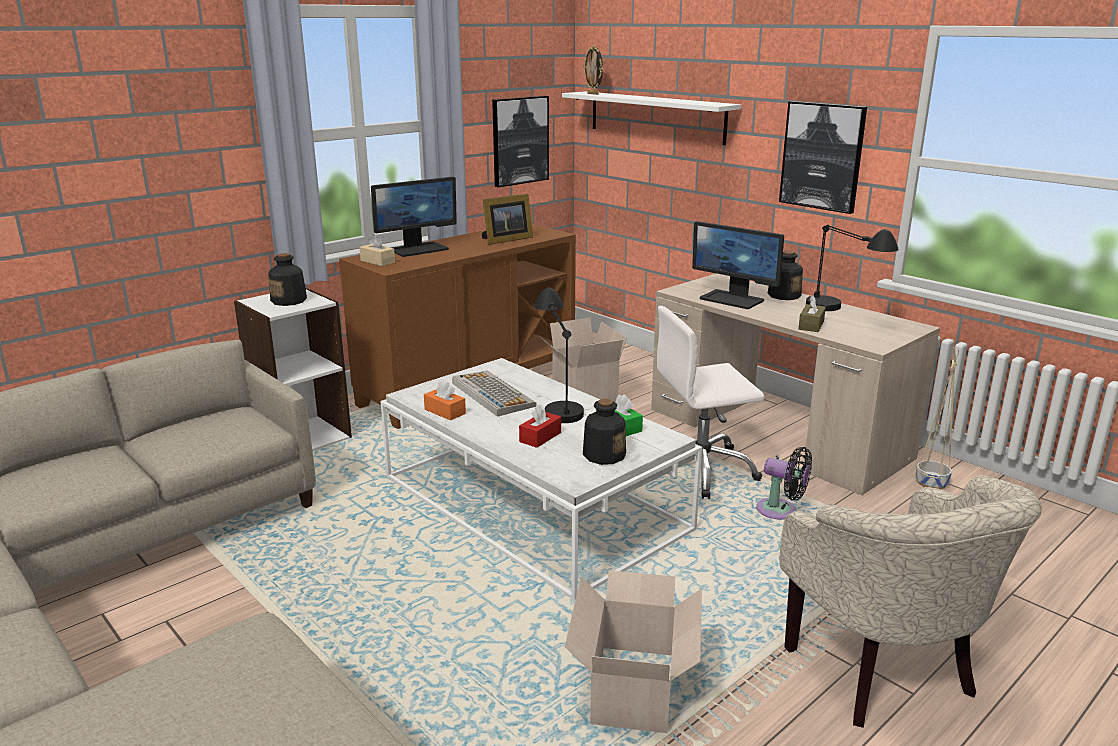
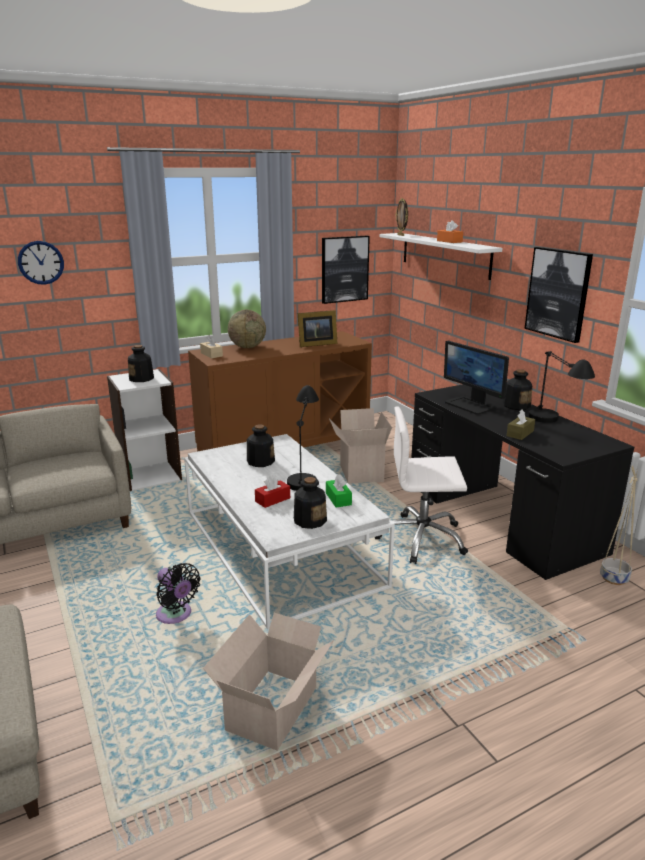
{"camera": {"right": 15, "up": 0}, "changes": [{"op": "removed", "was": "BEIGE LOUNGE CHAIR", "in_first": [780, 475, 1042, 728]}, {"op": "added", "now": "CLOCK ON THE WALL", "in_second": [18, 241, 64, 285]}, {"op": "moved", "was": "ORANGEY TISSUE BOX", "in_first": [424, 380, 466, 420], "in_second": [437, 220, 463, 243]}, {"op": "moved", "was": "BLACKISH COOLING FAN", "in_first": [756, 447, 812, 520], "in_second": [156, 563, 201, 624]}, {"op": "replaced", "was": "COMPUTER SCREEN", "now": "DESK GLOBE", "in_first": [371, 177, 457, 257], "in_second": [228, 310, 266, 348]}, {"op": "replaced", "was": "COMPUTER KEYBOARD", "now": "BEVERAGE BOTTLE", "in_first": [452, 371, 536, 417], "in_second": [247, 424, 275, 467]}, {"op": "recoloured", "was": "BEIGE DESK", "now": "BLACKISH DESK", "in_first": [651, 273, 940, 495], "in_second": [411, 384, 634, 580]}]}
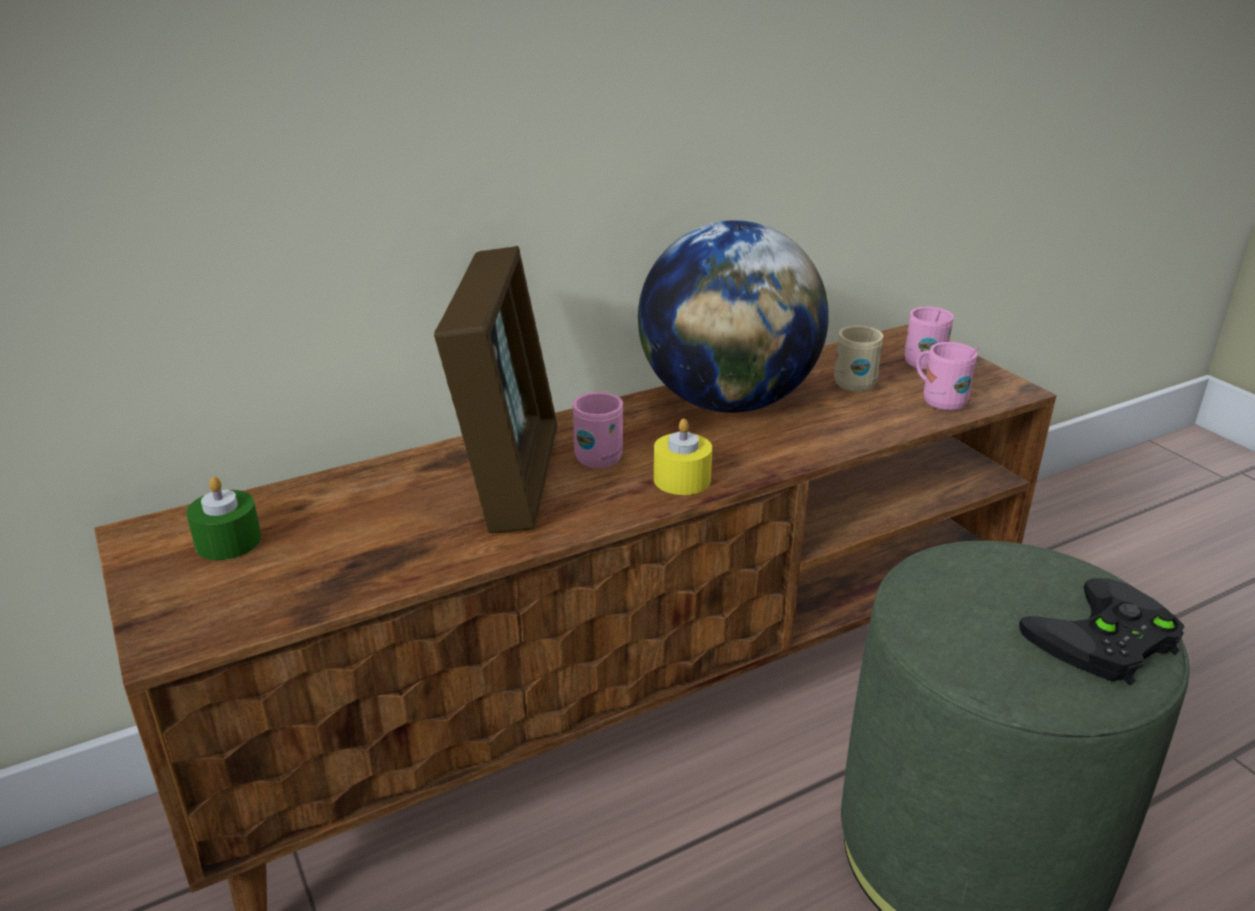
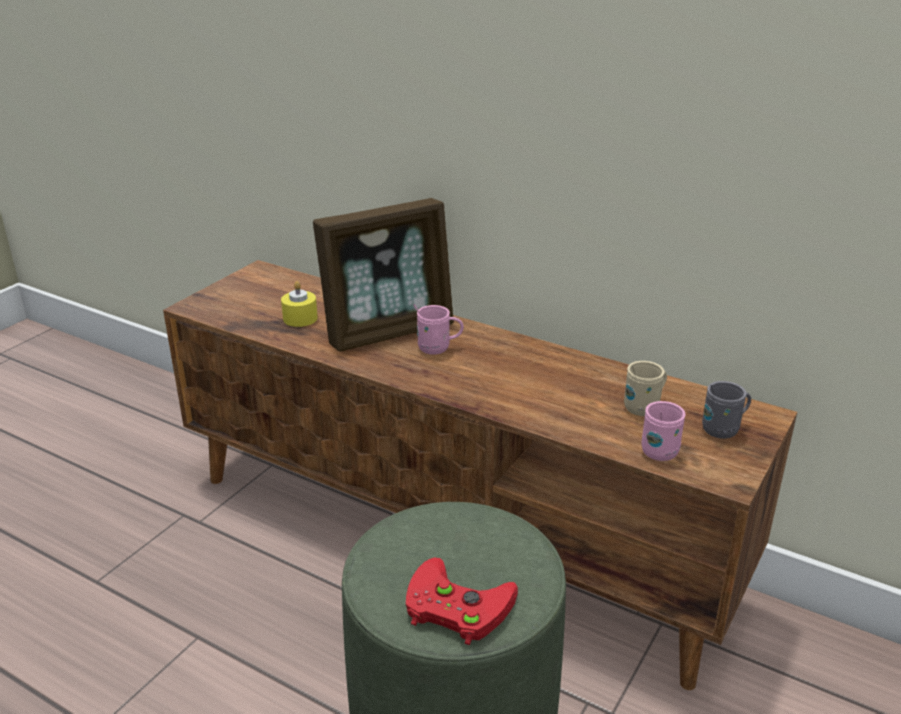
{"camera": {"right": 60, "up": 0}, "changes": [{"op": "removed", "was": "GREEN CANDLE", "in_first": [186, 477, 262, 560]}, {"op": "removed", "was": "DESK GLOBE", "in_first": [638, 220, 829, 413]}, {"op": "moved", "was": "YELLOWISH CANDLE", "in_first": [654, 418, 712, 495], "in_second": [281, 281, 318, 327]}, {"op": "recoloured", "was": "PINK-COLOURED COFFEE MUG", "now": "GRAY COFFEE MUG", "in_first": [905, 307, 954, 370], "in_second": [702, 381, 751, 439]}, {"op": "recoloured", "was": "BLACKISH GAME CONTROLLER", "now": "REDDISH GAME CONTROLLER", "in_first": [1019, 578, 1184, 685], "in_second": [406, 558, 518, 645]}]}
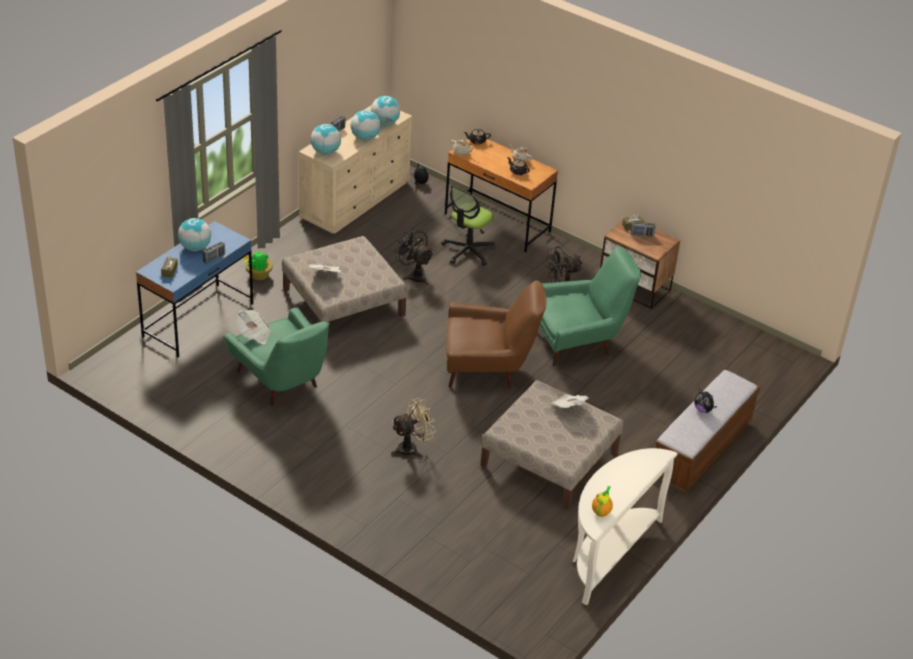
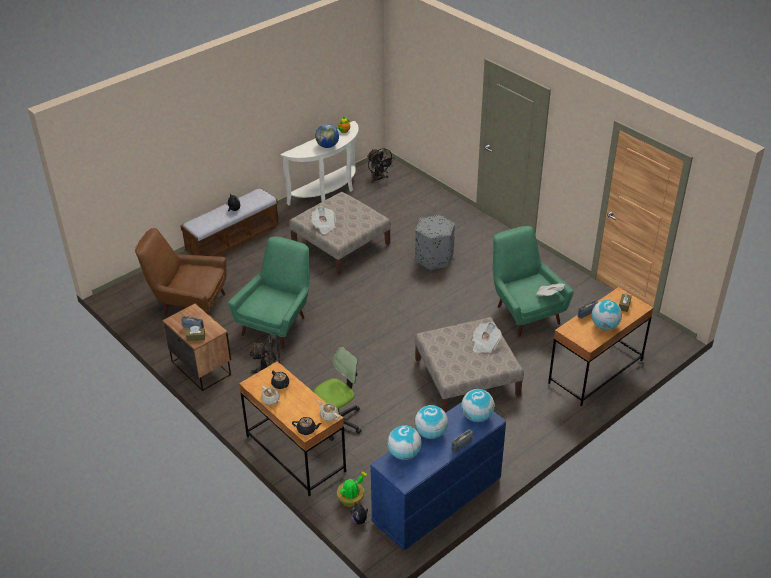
{"camera": {"right": -165, "up": 0}, "changes": [{"op": "added", "now": "DESK GLOBE", "in_second": [315, 124, 339, 148]}, {"op": "moved", "was": "PLANT IN A POT", "in_first": [243, 251, 273, 280], "in_second": [337, 471, 367, 507]}, {"op": "moved", "was": "BLACKISH COOLING FAN", "in_first": [394, 228, 433, 285], "in_second": [367, 148, 395, 183]}, {"op": "moved", "was": "BROWN-COLOURED LOUNGE CHAIR", "in_first": [446, 280, 547, 388], "in_second": [135, 228, 227, 316]}, {"op": "replaced", "was": "BEIGE COOLING FAN", "now": "GRAY FOOTREST", "in_first": [391, 398, 436, 457], "in_second": [415, 215, 455, 270]}, {"op": "recoloured", "was": "BLUISH DESK", "now": "BROWN-COLOURED DESK", "in_first": [136, 221, 253, 358], "in_second": [548, 287, 654, 407]}, {"op": "recoloured", "was": "BEIGE DRAWER CHEST", "now": "BLUISH DRAWER CHEST", "in_first": [299, 105, 412, 234], "in_second": [370, 402, 506, 550]}, {"op": "turned", "was": "GREEN LOUNGE CHAIR", "in_first": [539, 247, 641, 367], "in_second": [228, 236, 309, 349], "clockwise": 120}]}
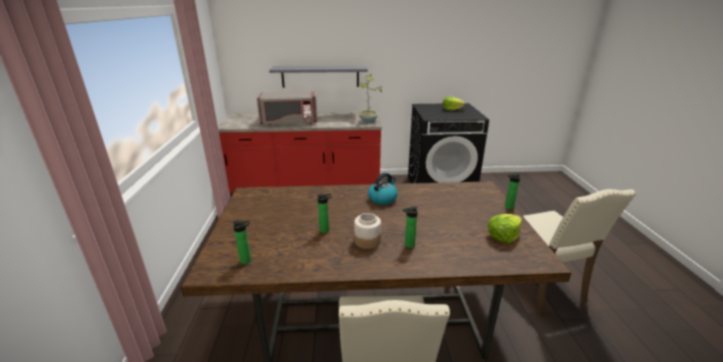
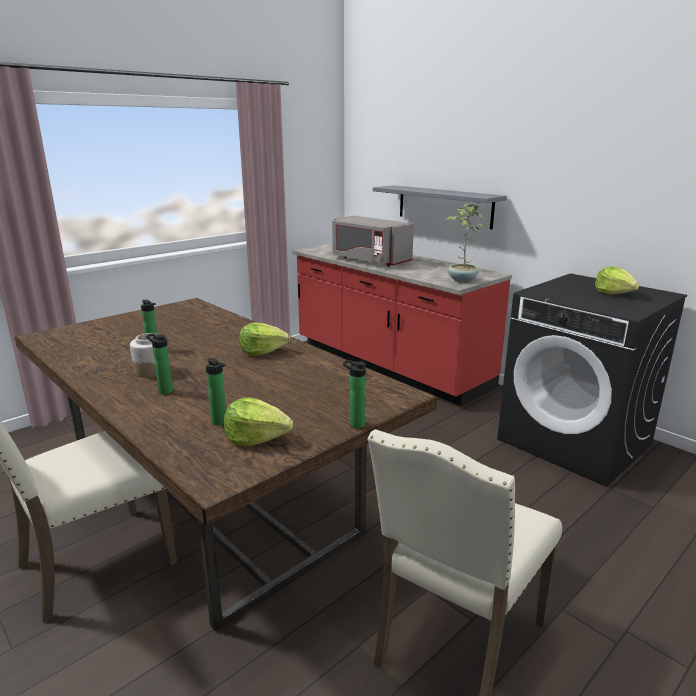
{"camera": {"right": 50, "up": -5}, "changes": [{"op": "moved", "was": "BEVERAGE BOTTLE", "in_first": [233, 220, 251, 264], "in_second": [206, 358, 226, 426]}, {"op": "replaced", "was": "WATER KETTLE", "now": "LETTUCE HEAD", "in_first": [368, 173, 398, 205], "in_second": [240, 323, 290, 356]}]}
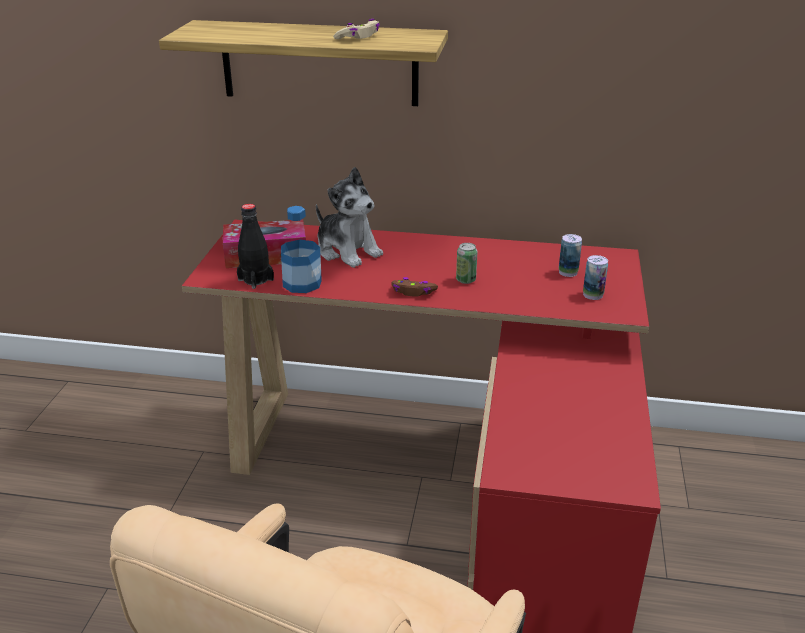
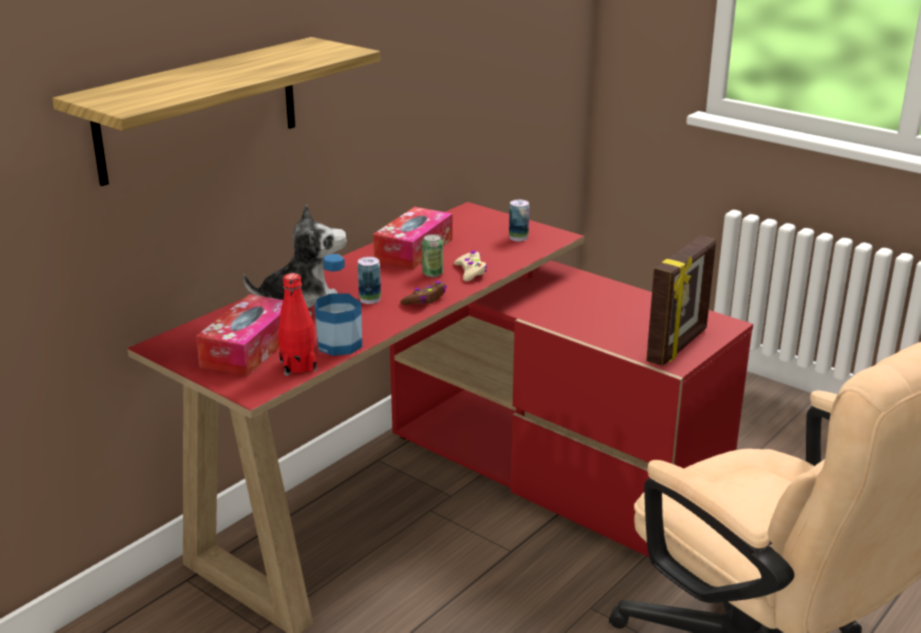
{"camera": {"right": -60, "up": -5}, "changes": [{"op": "added", "now": "TISSUE BOX", "in_second": [373, 207, 452, 269]}, {"op": "added", "now": "PICTURE FRAME", "in_second": [646, 236, 716, 366]}, {"op": "moved", "was": "BEIGE GAME CONTROLLER", "in_first": [333, 19, 380, 39], "in_second": [454, 251, 487, 281]}, {"op": "moved", "was": "CAN", "in_first": [559, 234, 582, 277], "in_second": [358, 257, 381, 304]}, {"op": "recoloured", "was": "BLACKISH BEVERAGE BOTTLE", "now": "REDDISH BEVERAGE BOTTLE", "in_first": [237, 204, 274, 289], "in_second": [278, 273, 317, 376]}]}
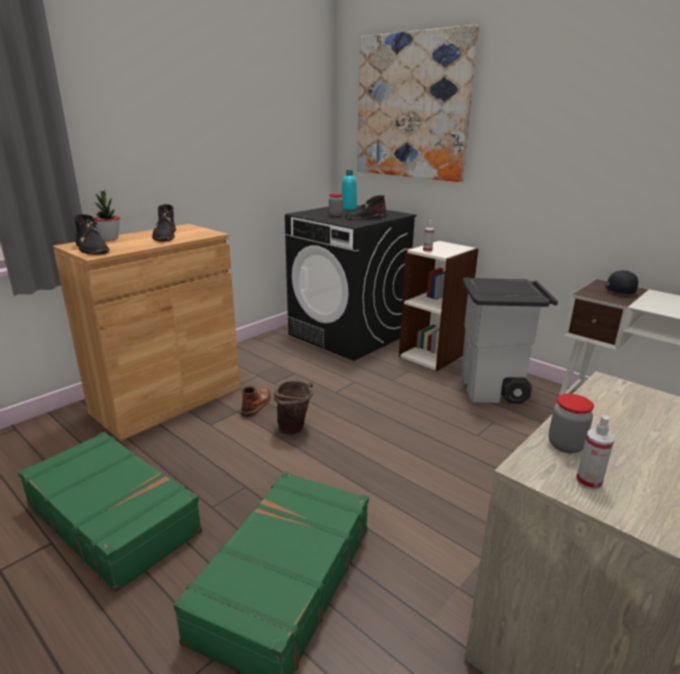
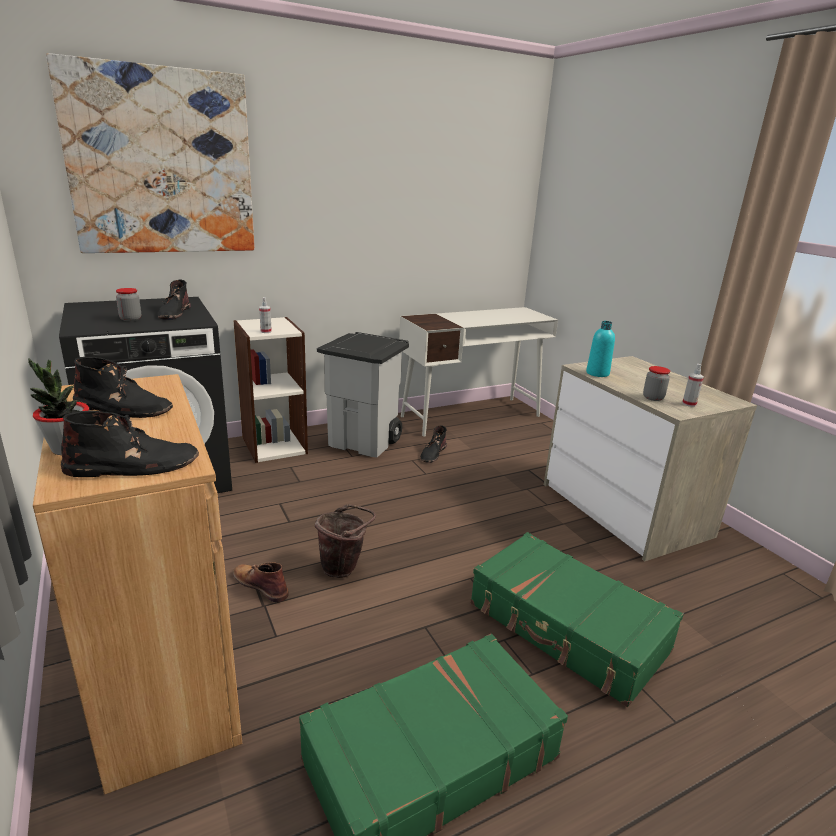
{"camera": {"right": -70, "up": 0}, "changes": [{"op": "removed", "was": "BLACKISH CAP", "in_first": [605, 270, 638, 294]}, {"op": "added", "now": "BLACKISH HIGH-TOP BOOT", "in_second": [420, 425, 447, 463]}, {"op": "moved", "was": "TURQUOISE BEVERAGE BOTTLE", "in_first": [342, 170, 357, 210], "in_second": [586, 321, 615, 377]}]}
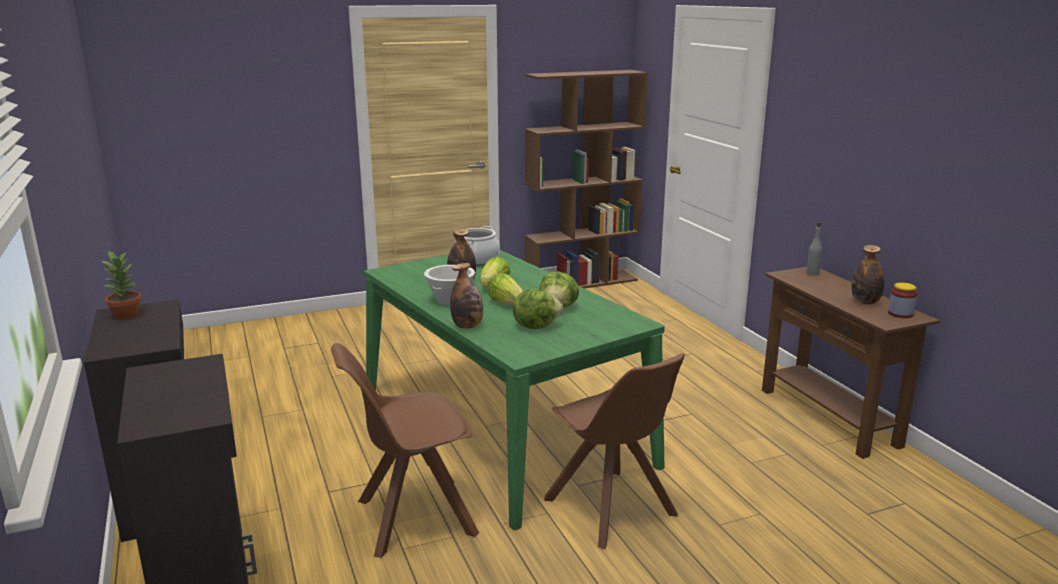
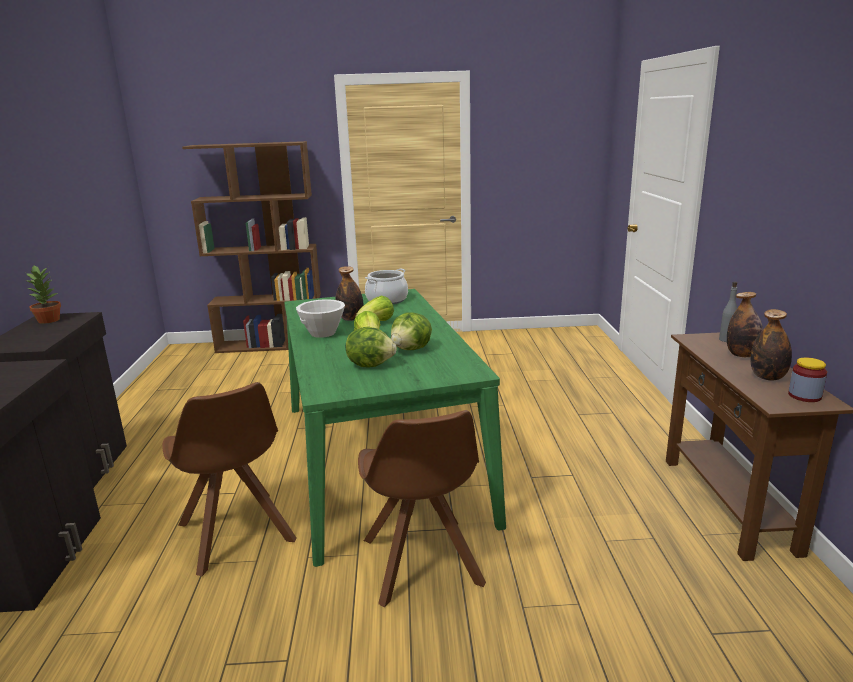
{"camera": {"right": 20, "up": 0}, "changes": [{"op": "moved", "was": "BEVERAGE BOTTLE", "in_first": [450, 263, 483, 329], "in_second": [727, 292, 763, 357]}, {"op": "moved", "was": "BROWN-COLOURED BOOKSHELF", "in_first": [525, 70, 648, 288], "in_second": [182, 141, 321, 353]}, {"op": "turned", "was": "BROWN-COLOURED CHAIR", "in_first": [331, 343, 479, 558], "in_second": [162, 382, 297, 576], "clockwise": -120}]}
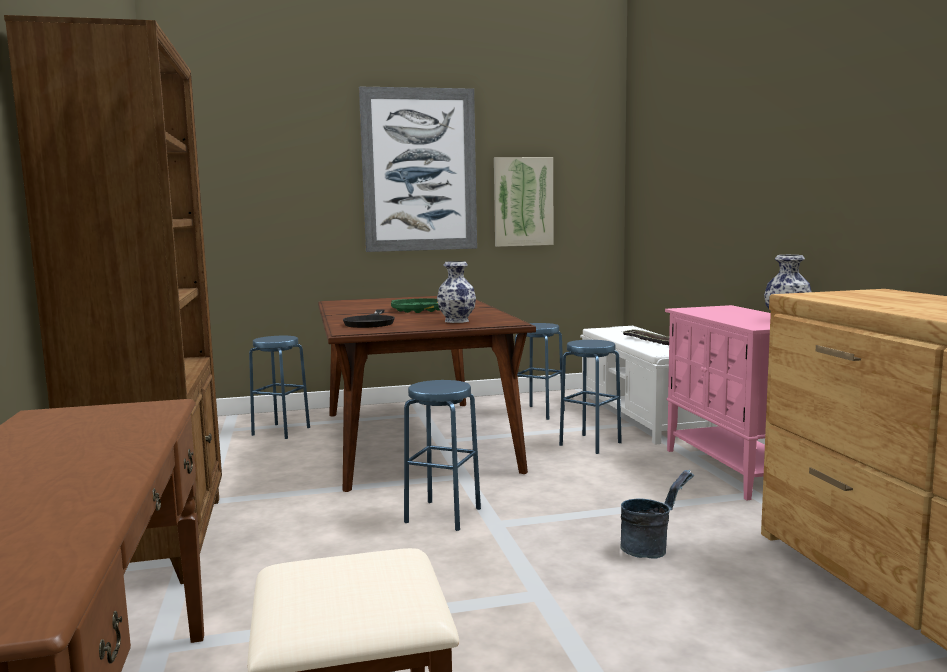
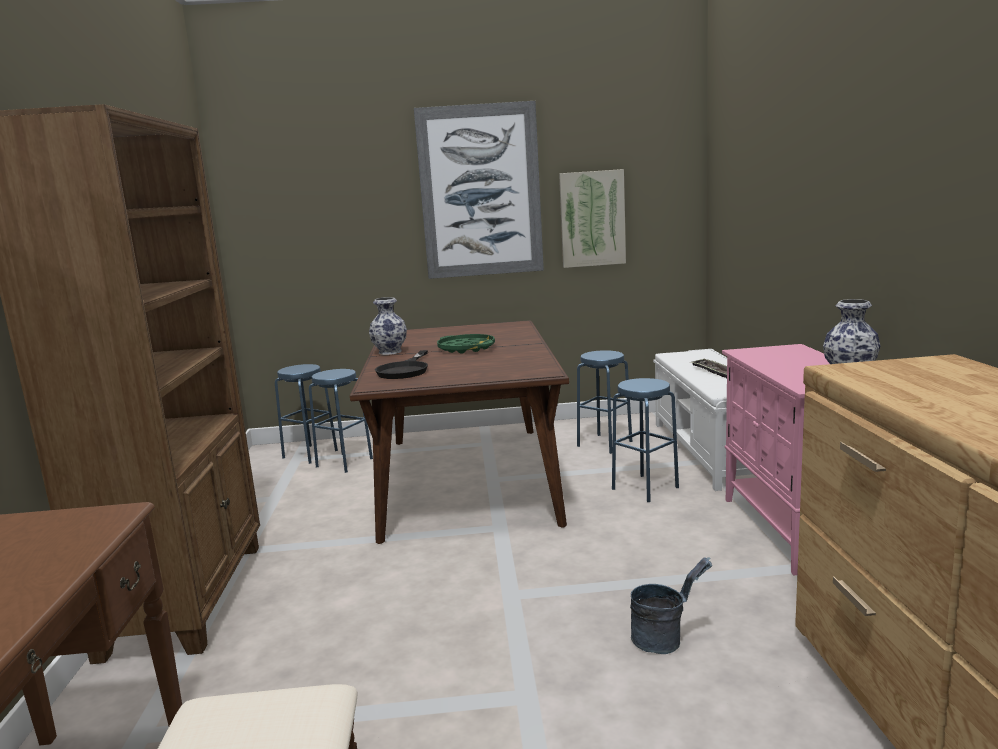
{"camera": {"right": 10, "up": 5}, "changes": [{"op": "moved", "was": "BLUISH STOOL", "in_first": [404, 380, 481, 531], "in_second": [275, 364, 338, 464]}, {"op": "moved", "was": "DECORATIVE VASE", "in_first": [437, 261, 476, 323], "in_second": [369, 297, 407, 355]}]}
